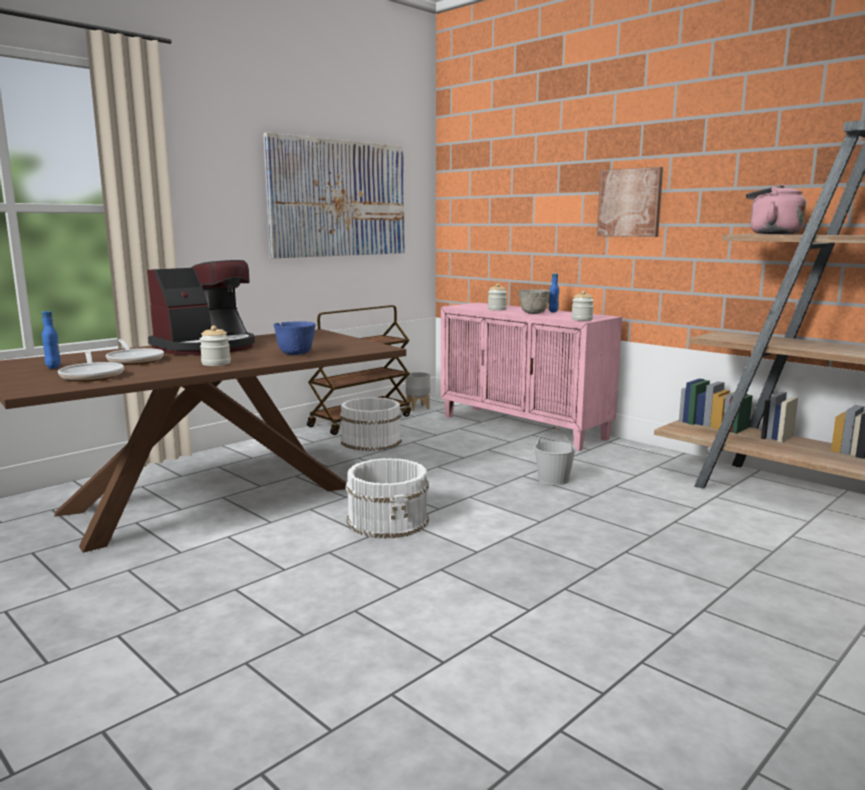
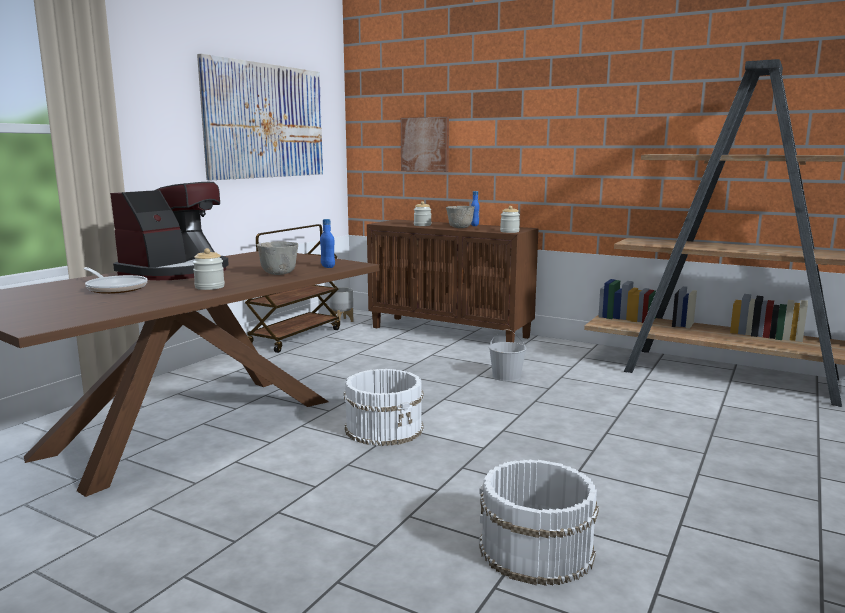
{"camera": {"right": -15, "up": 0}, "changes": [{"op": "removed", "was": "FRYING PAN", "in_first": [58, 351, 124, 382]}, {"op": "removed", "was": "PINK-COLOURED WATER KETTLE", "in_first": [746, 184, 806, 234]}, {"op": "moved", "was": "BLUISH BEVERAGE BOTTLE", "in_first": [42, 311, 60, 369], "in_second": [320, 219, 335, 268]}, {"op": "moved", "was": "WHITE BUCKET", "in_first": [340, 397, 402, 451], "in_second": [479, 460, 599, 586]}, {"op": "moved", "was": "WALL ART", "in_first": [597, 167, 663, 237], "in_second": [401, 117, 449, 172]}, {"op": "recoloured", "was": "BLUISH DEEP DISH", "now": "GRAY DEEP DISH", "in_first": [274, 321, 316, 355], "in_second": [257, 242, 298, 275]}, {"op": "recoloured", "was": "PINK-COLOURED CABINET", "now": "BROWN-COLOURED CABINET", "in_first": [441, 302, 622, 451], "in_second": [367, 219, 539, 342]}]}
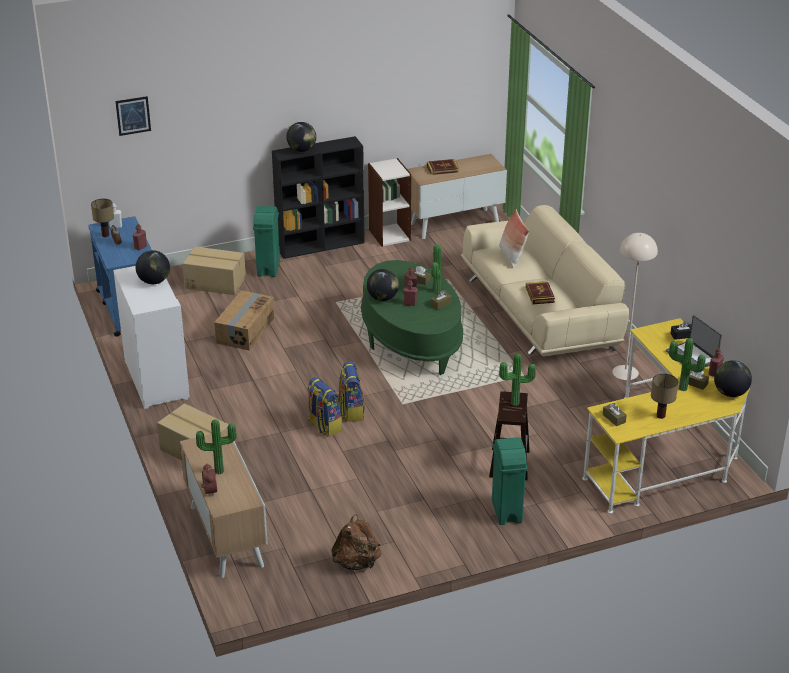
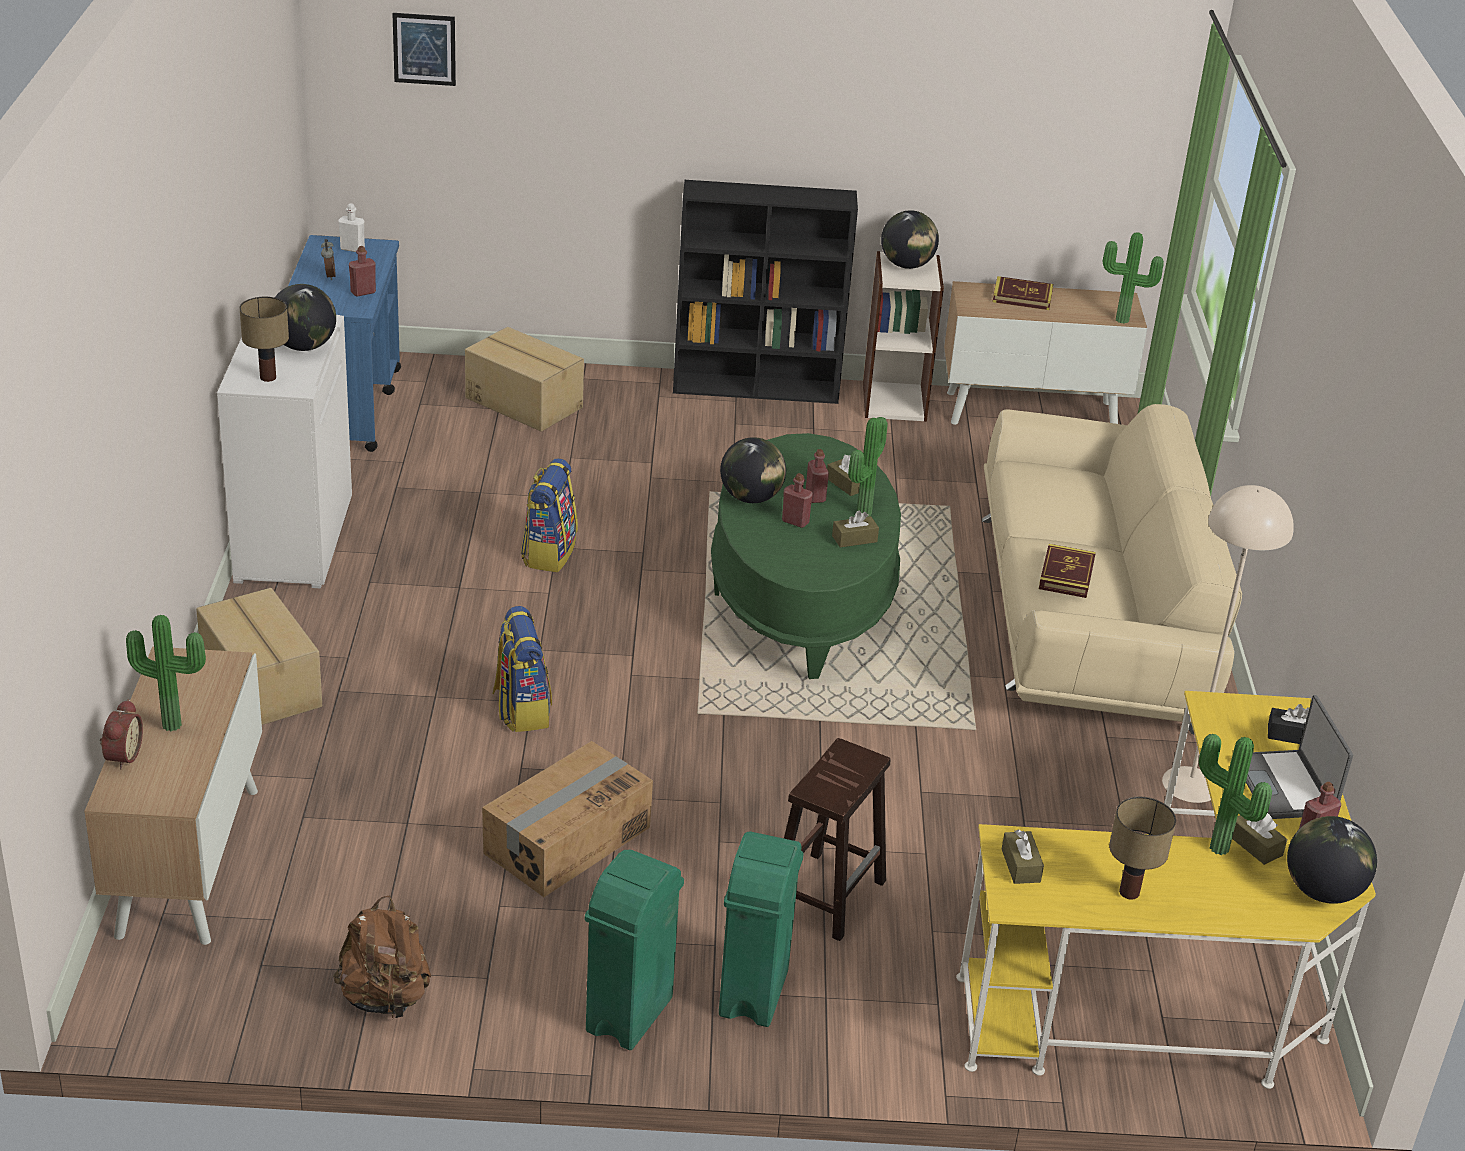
{"camera": {"right": 20, "up": 0}, "changes": [{"op": "removed", "was": "PILLOW", "in_first": [499, 209, 529, 268]}, {"op": "moved", "was": "TABLETOP LAMP", "in_first": [91, 199, 114, 237], "in_second": [239, 297, 289, 382]}, {"op": "moved", "was": "CARDBOARD BOX", "in_first": [214, 291, 275, 351], "in_second": [482, 741, 653, 897]}, {"op": "moved", "was": "GREEN RUBBISH BIN", "in_first": [253, 206, 280, 277], "in_second": [585, 850, 684, 1050]}, {"op": "moved", "was": "DESK GLOBE", "in_first": [286, 122, 316, 152], "in_second": [881, 210, 939, 269]}, {"op": "moved", "was": "BACKPACK", "in_first": [338, 361, 365, 422], "in_second": [521, 458, 578, 572]}, {"op": "moved", "was": "PLANT IN A POT", "in_first": [499, 353, 536, 406], "in_second": [1103, 232, 1164, 324]}]}
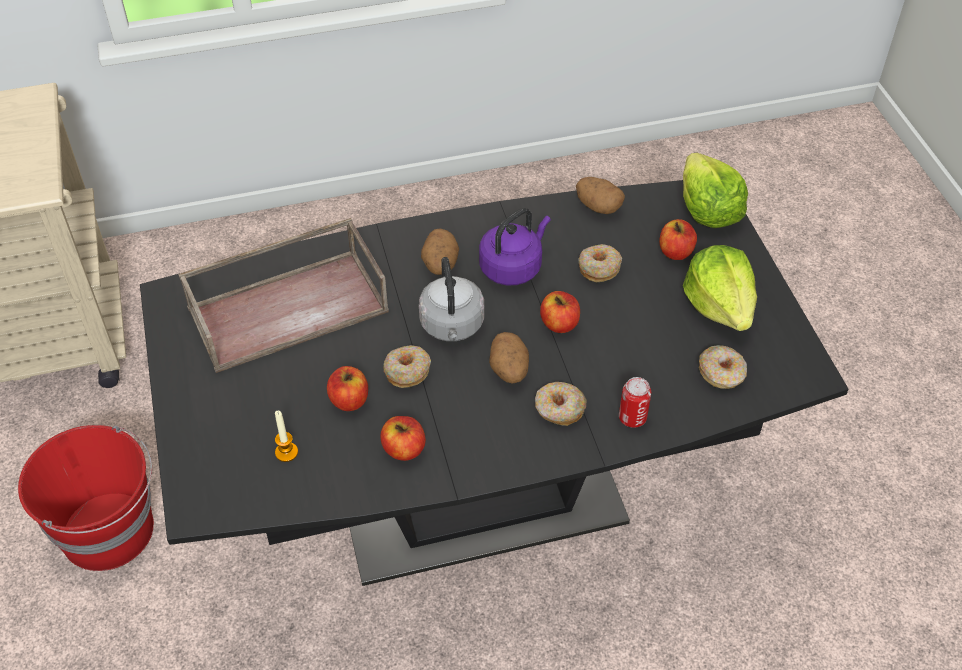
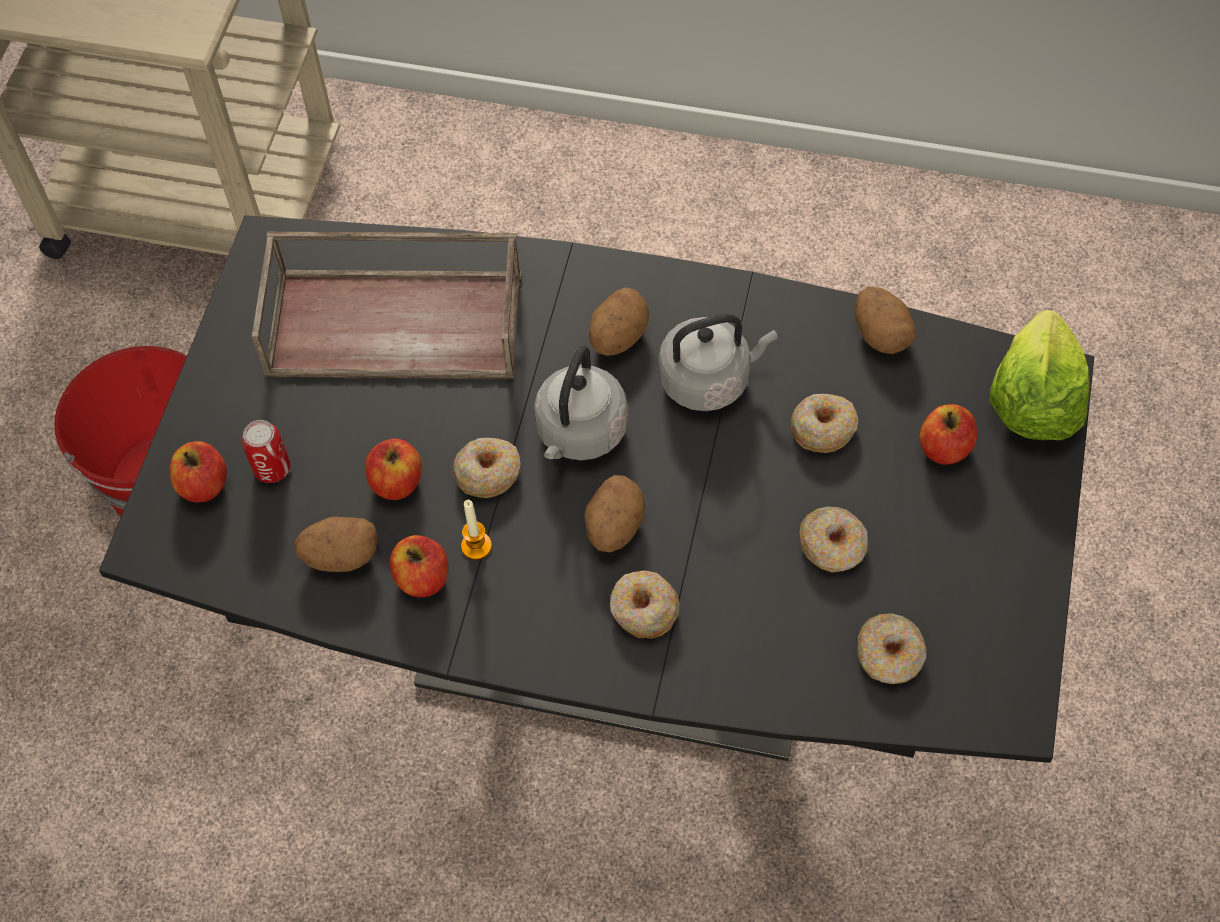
{"camera": {"right": 30, "up": 10}, "changes": [{"op": "removed", "was": "LETTUCE HEAD", "in_first": [683, 245, 757, 331]}, {"op": "added", "now": "POTATO", "in_second": [294, 516, 378, 572]}, {"op": "added", "now": "DONUT", "in_second": [799, 506, 868, 572]}, {"op": "moved", "was": "CANDLE", "in_first": [275, 411, 298, 462], "in_second": [461, 500, 492, 560]}, {"op": "moved", "was": "WHOLE APPLE", "in_first": [540, 291, 580, 333], "in_second": [169, 441, 227, 502]}, {"op": "moved", "was": "CAN", "in_first": [619, 377, 651, 428], "in_second": [242, 420, 290, 483]}, {"op": "recoloured", "was": "PURPLE-COLOURED WATER KETTLE", "now": "GRAY WATER KETTLE", "in_first": [479, 208, 551, 285], "in_second": [659, 314, 778, 411]}]}
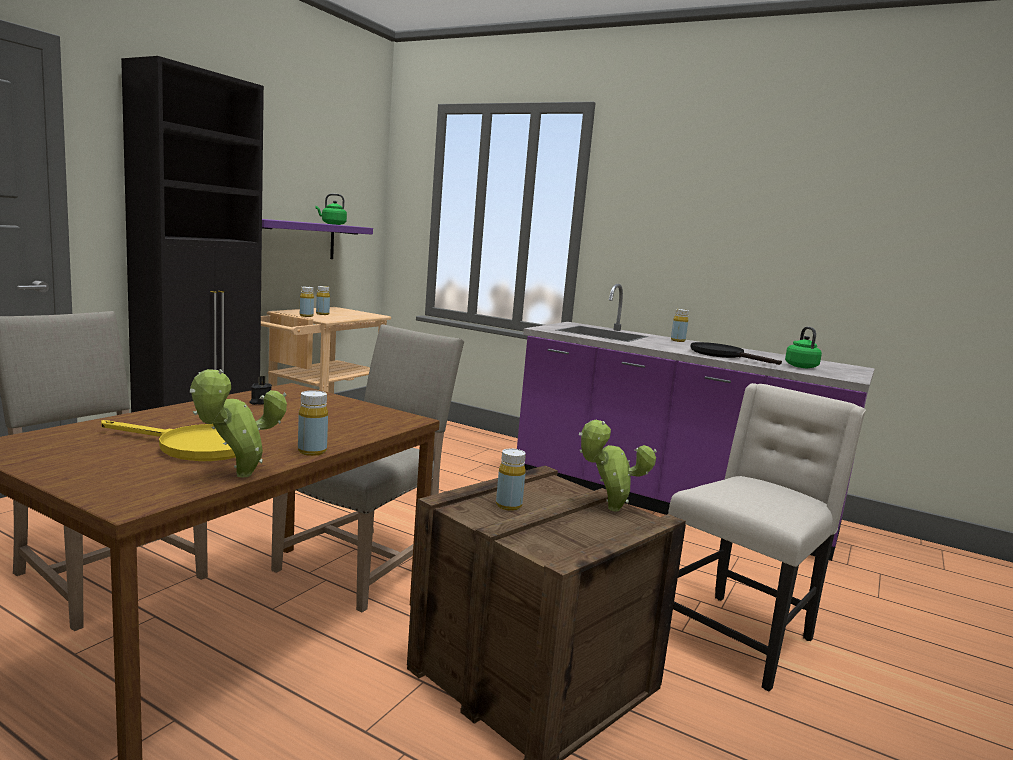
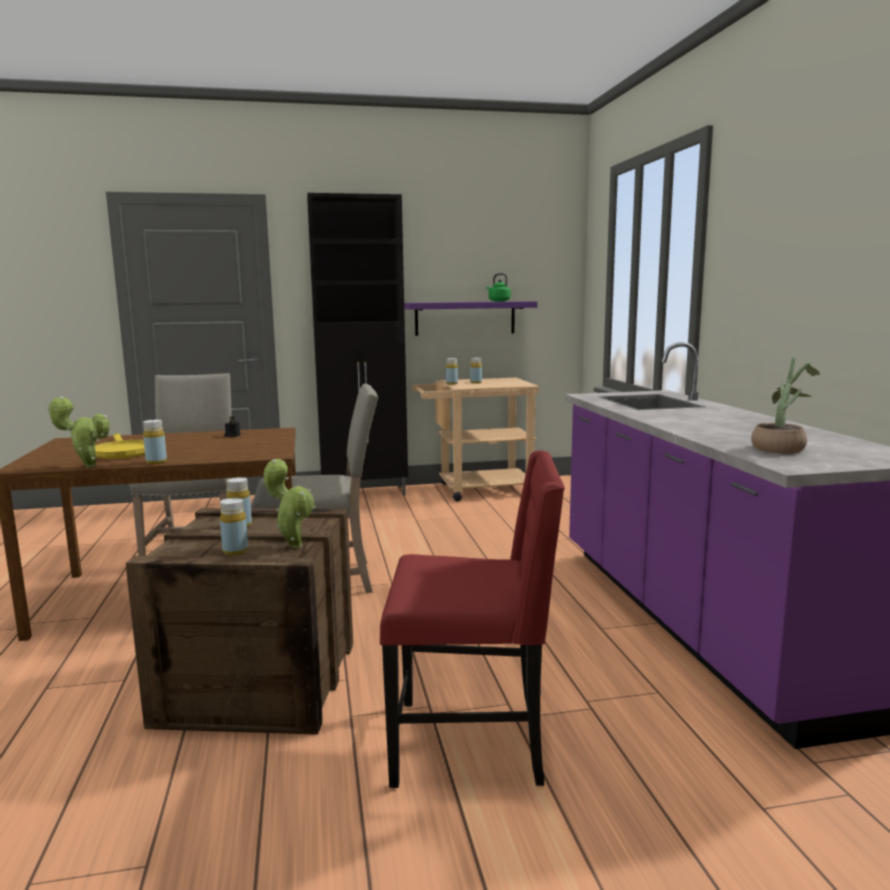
{"camera": {"right": 50, "up": 0}, "changes": [{"op": "removed", "was": "BLACKISH FRYING PAN", "in_first": [690, 342, 782, 365]}, {"op": "moved", "was": "YELLOWISH BEVERAGE BOTTLE", "in_first": [671, 309, 689, 342], "in_second": [220, 498, 248, 556]}, {"op": "replaced", "was": "GREEN WATER KETTLE", "now": "PLANT IN A POT", "in_first": [785, 327, 822, 368], "in_second": [751, 358, 820, 454]}, {"op": "recoloured", "was": "BEIGE CHAIR", "now": "REDDISH CHAIR", "in_first": [668, 383, 866, 692], "in_second": [380, 450, 565, 788]}]}
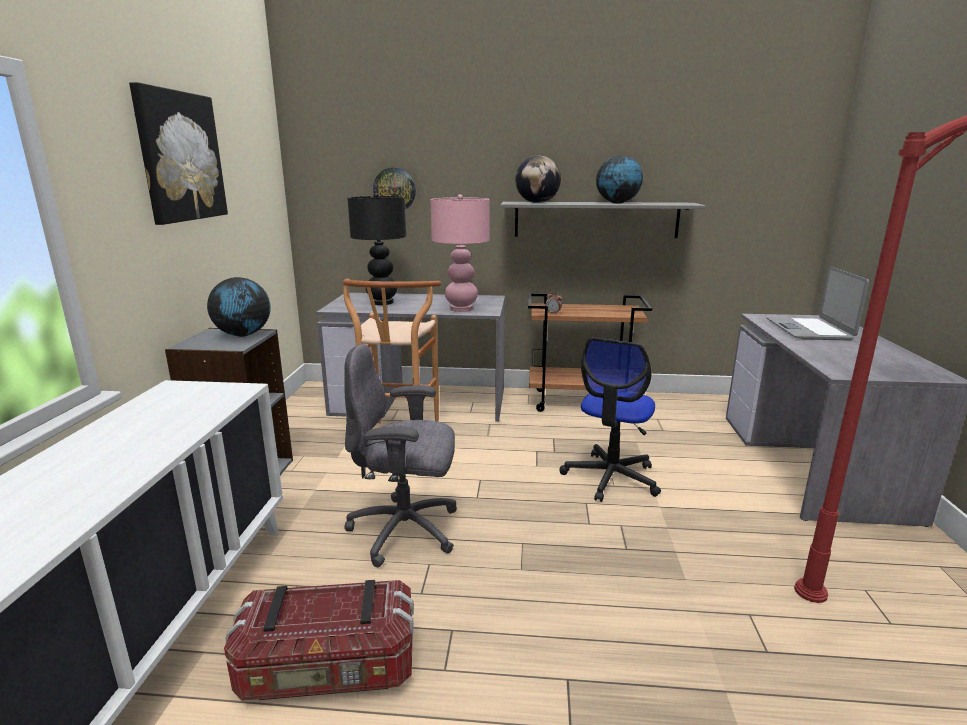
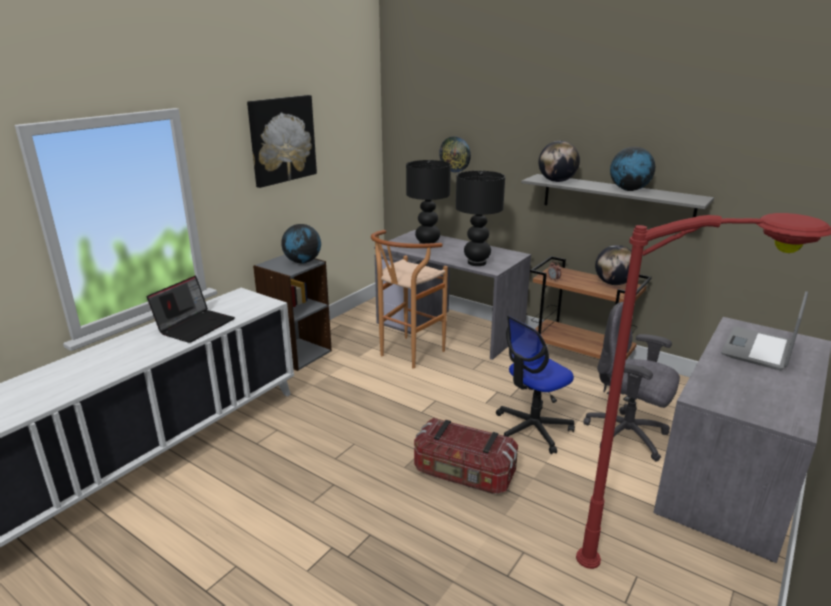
{"camera": {"right": 30, "up": 5}, "changes": [{"op": "added", "now": "NOTEBOOK COMPUTER", "in_second": [147, 276, 235, 343]}, {"op": "added", "now": "DESK GLOBE", "in_second": [595, 245, 632, 285]}, {"op": "moved", "was": "STORAGE BIN", "in_first": [224, 580, 414, 701], "in_second": [414, 418, 518, 494]}, {"op": "moved", "was": "GRAY COMPUTER CHAIR", "in_first": [344, 344, 457, 567], "in_second": [583, 302, 680, 461]}, {"op": "recoloured", "was": "PINK-COLOURED TABLETOP LAMP", "now": "BLACKISH TABLETOP LAMP", "in_first": [430, 194, 490, 312], "in_second": [456, 171, 505, 266]}]}
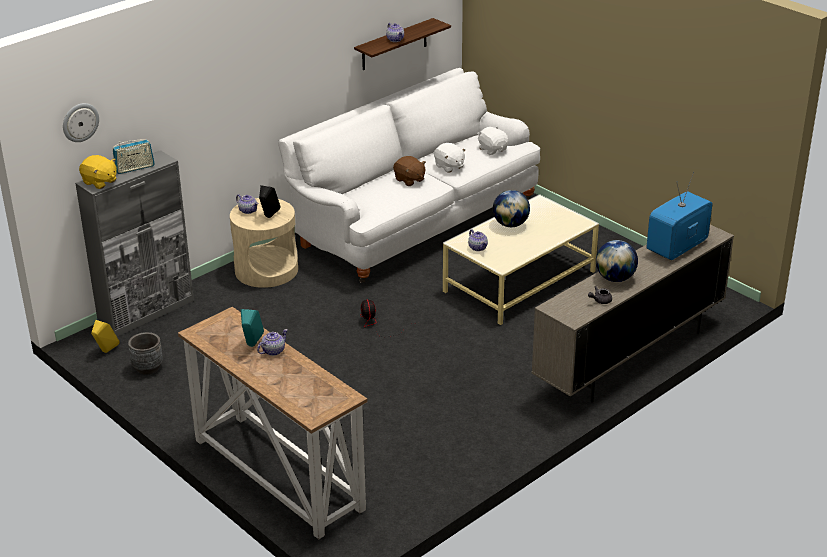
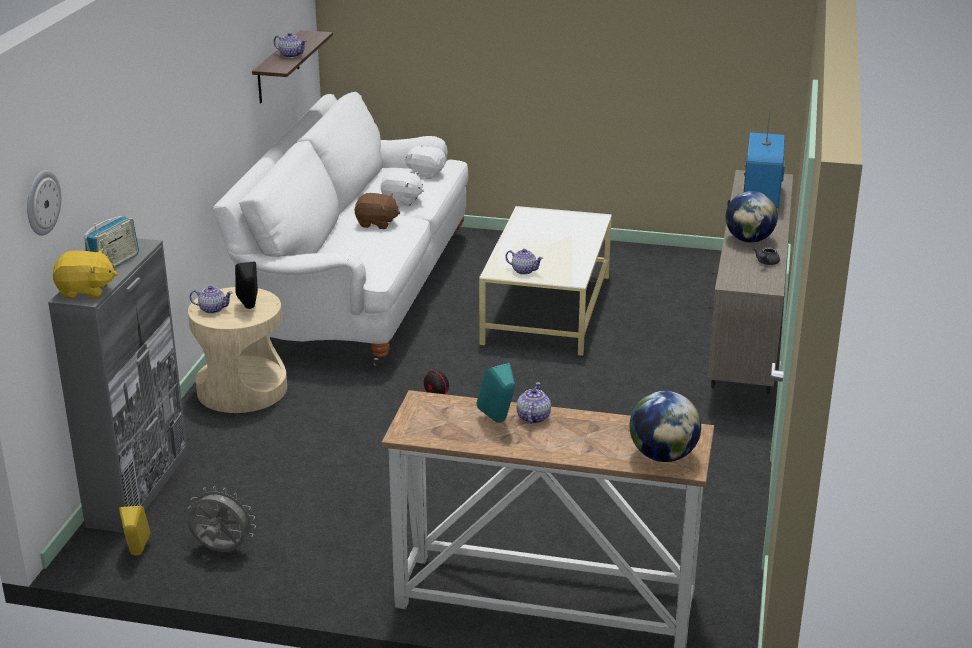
{"camera": {"right": -35, "up": -5}, "changes": [{"op": "moved", "was": "DESK GLOBE", "in_first": [493, 190, 530, 227], "in_second": [630, 391, 701, 462]}, {"op": "replaced", "was": "GRAY PLANT POT", "now": "GRAY COOLING FAN", "in_first": [128, 332, 163, 375], "in_second": [186, 486, 256, 552]}]}
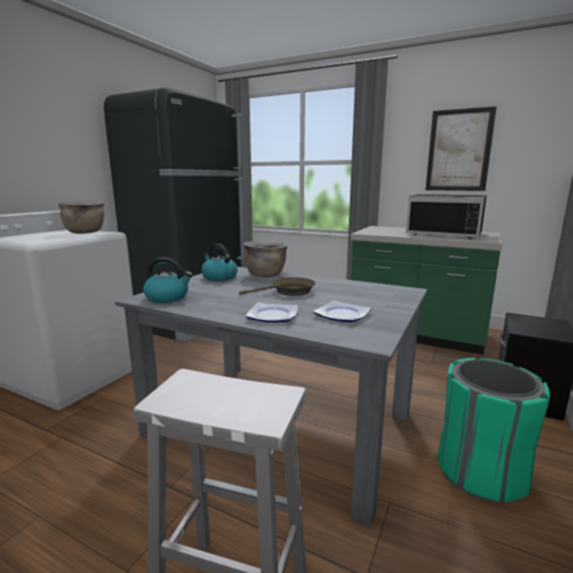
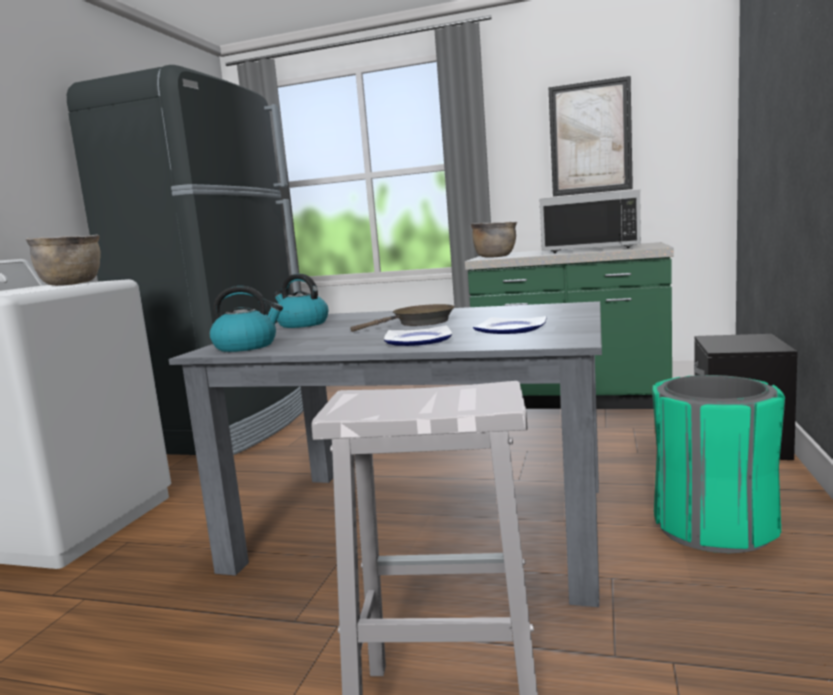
{"camera": {"right": -10, "up": -5}, "changes": [{"op": "moved", "was": "BROWN-COLOURED COOKING POT", "in_first": [244, 241, 288, 277], "in_second": [471, 222, 517, 258]}]}
